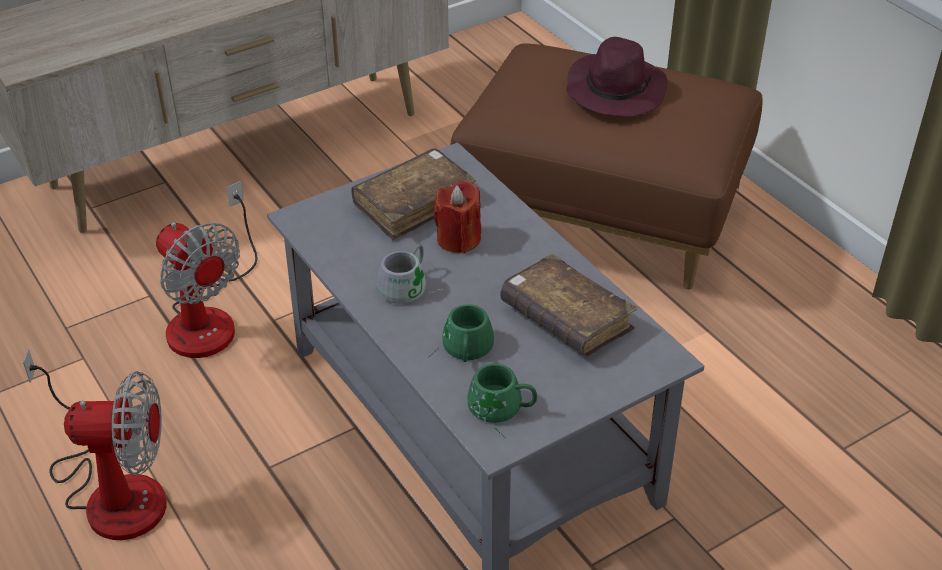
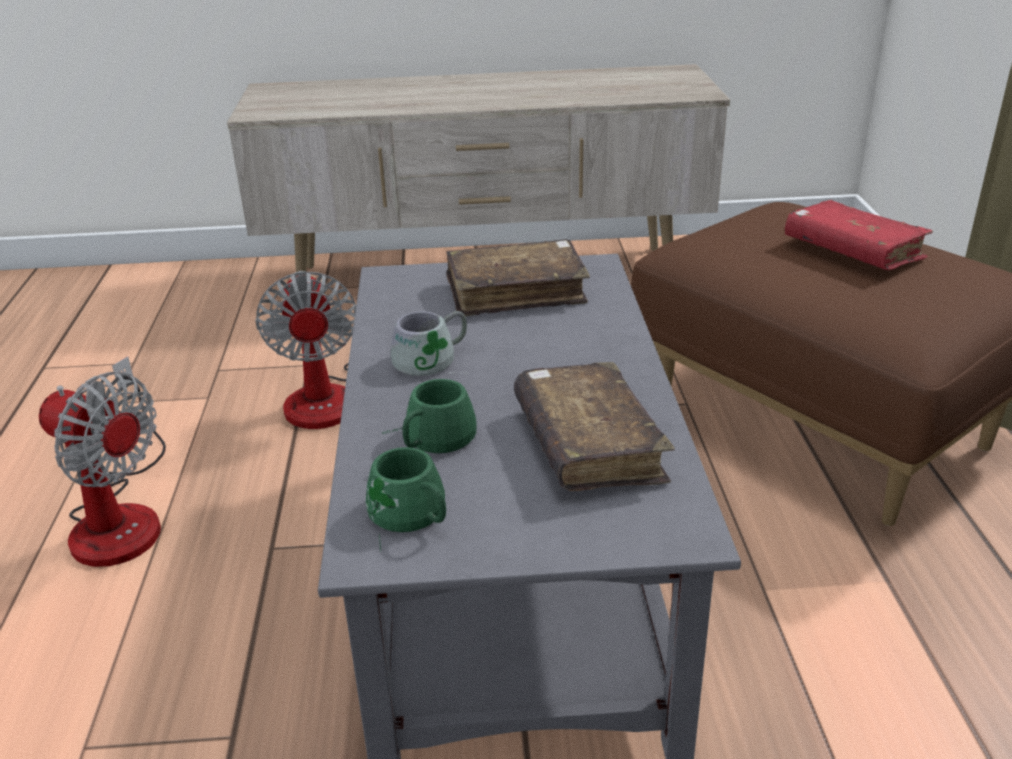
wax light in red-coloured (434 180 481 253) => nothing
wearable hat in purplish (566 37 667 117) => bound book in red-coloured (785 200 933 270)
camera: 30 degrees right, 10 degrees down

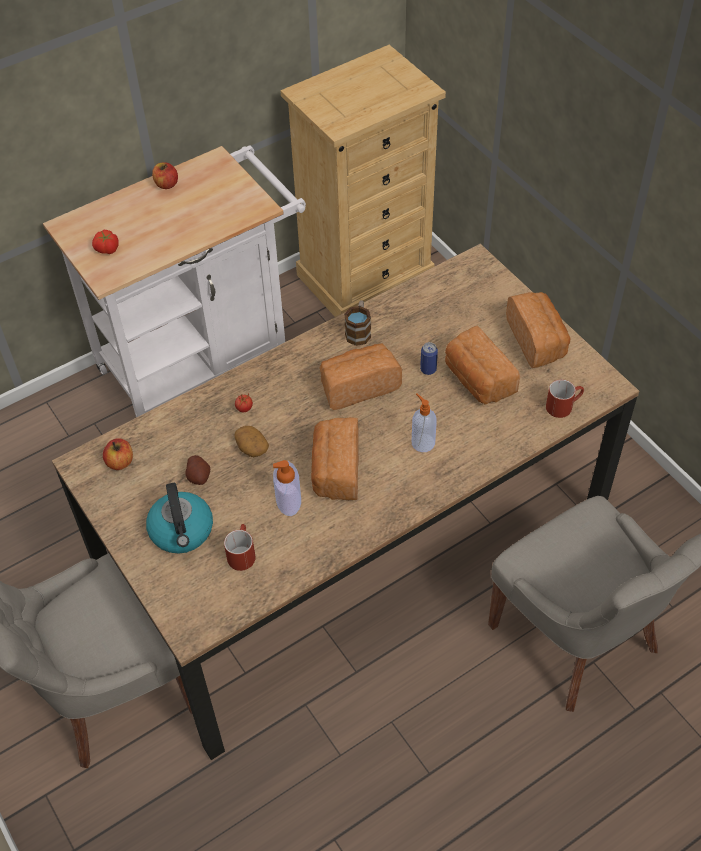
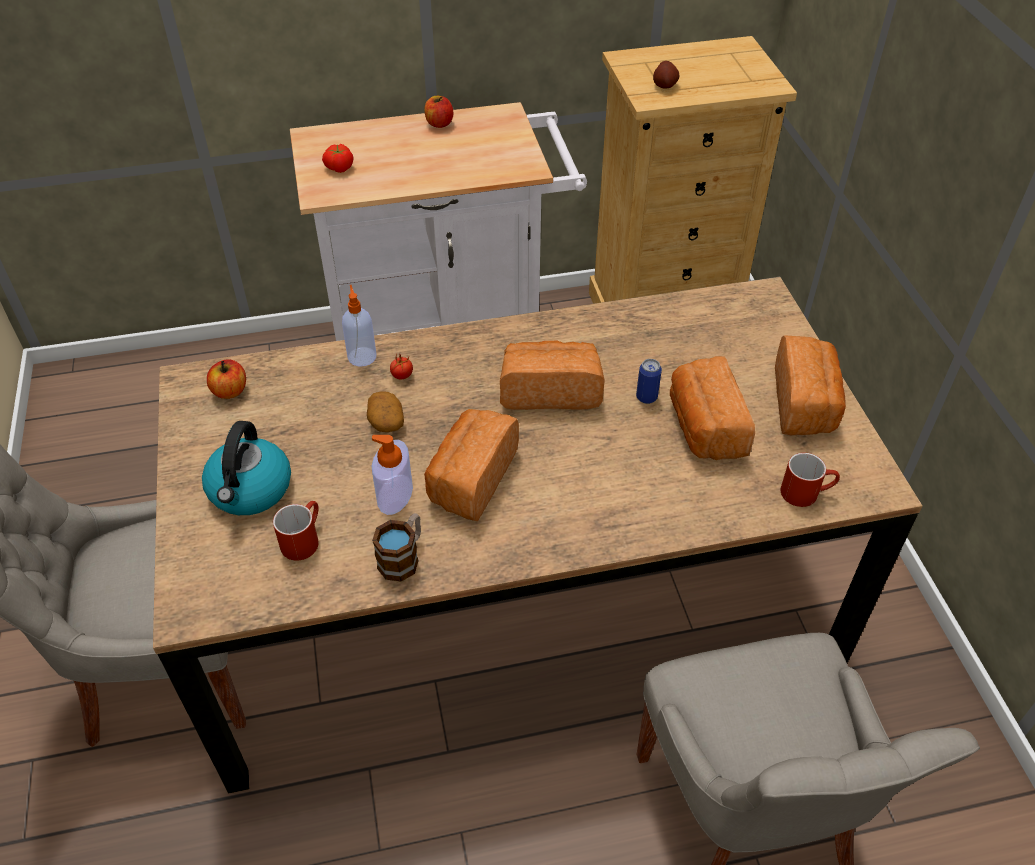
whole potato (186 455 210 485) => whole potato (653 61 680 89), moved
mug (344 300 371 346) => mug (372 513 421 581), moved
liquid soap bottle (412 393 437 452) => liquid soap bottle (342 285 377 366), moved
camera: 20 degrees right, 5 degrees down

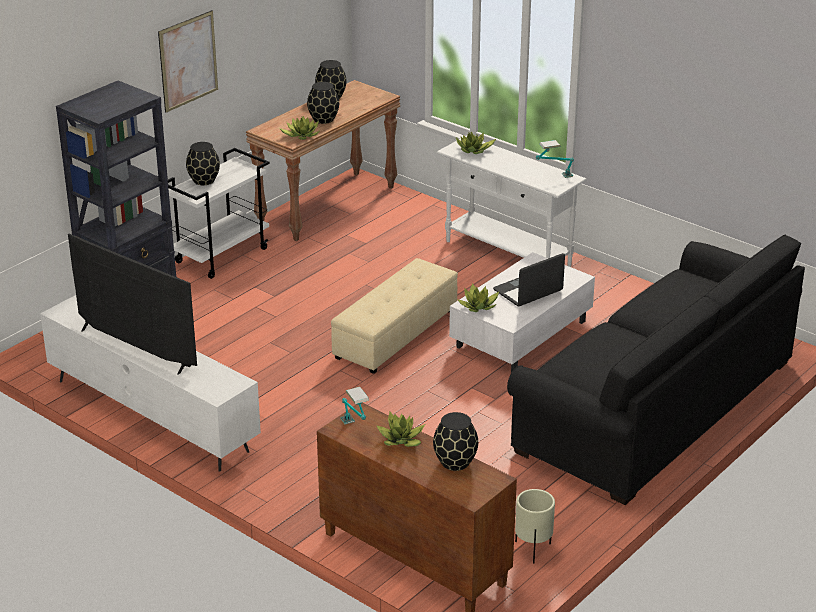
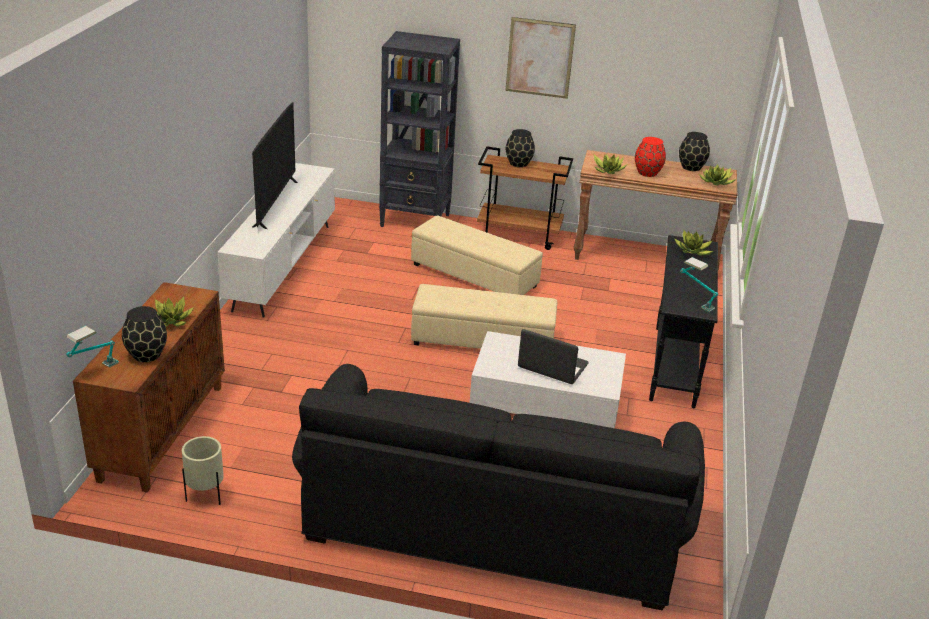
nothing => ottoman in sand-coloured (411 216 543 295)
lamp for a table (340 387 369 425) => lamp for a table (66 326 119 368), moved
houseplant (457 283 499 312) => houseplant (699 164 736 186), moved
trolley in white-coloured (168 148 270 279) => trolley in brownish (477 147 573 250)
flower vase in black-coloured (307 82 339 124) => flower vase in red-coloured (635 137 666 177)
narrow table in white-coloured (437 136 587 267) => narrow table in black-coloured (649 235 718 408)
camera: 60 degrees right, 0 degrees up

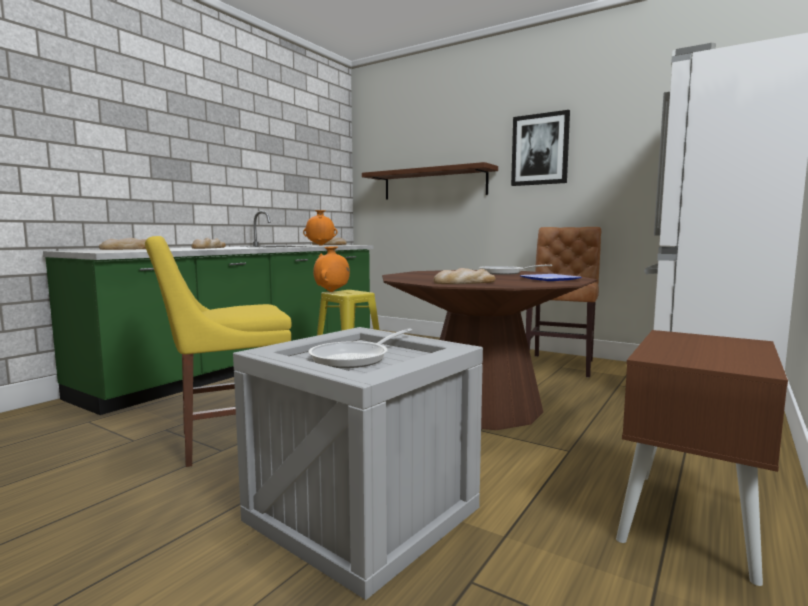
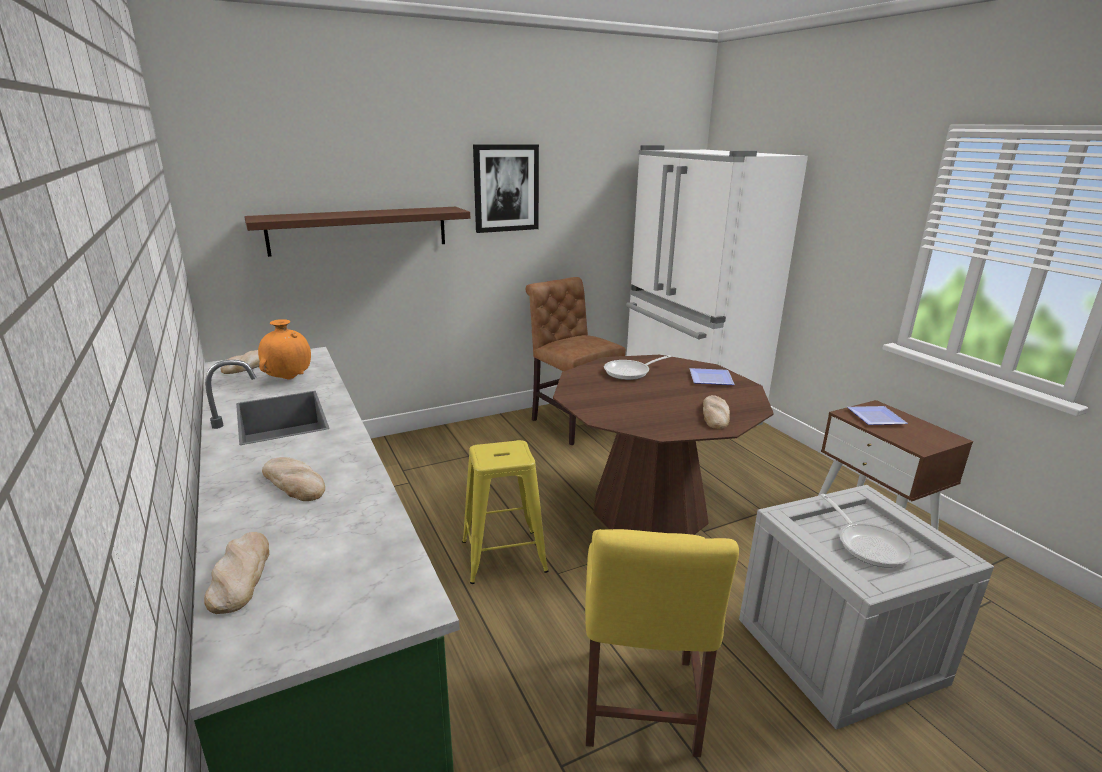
flower vase in orangey (313 246 350 292) => nothing
nothing => dinner plate (847 406 908 425)
camera: 60 degrees left, 15 degrees up

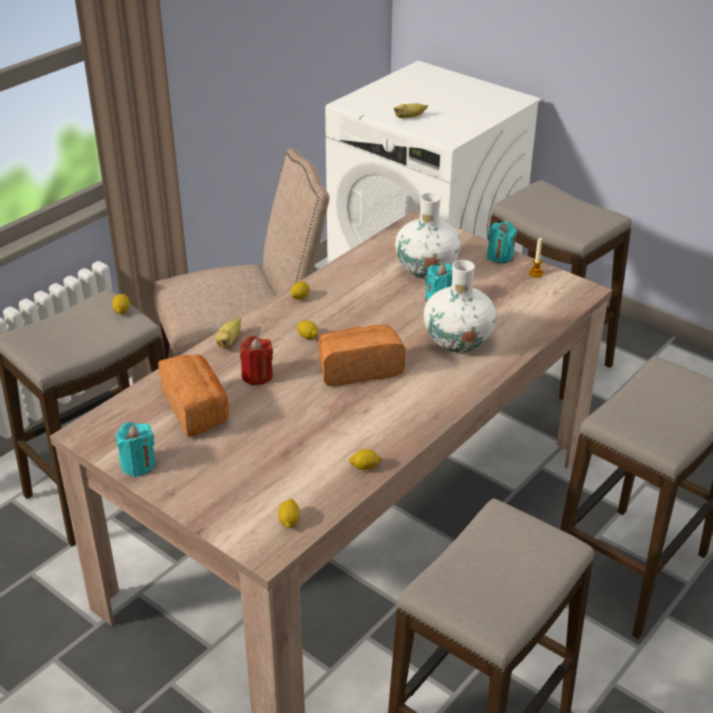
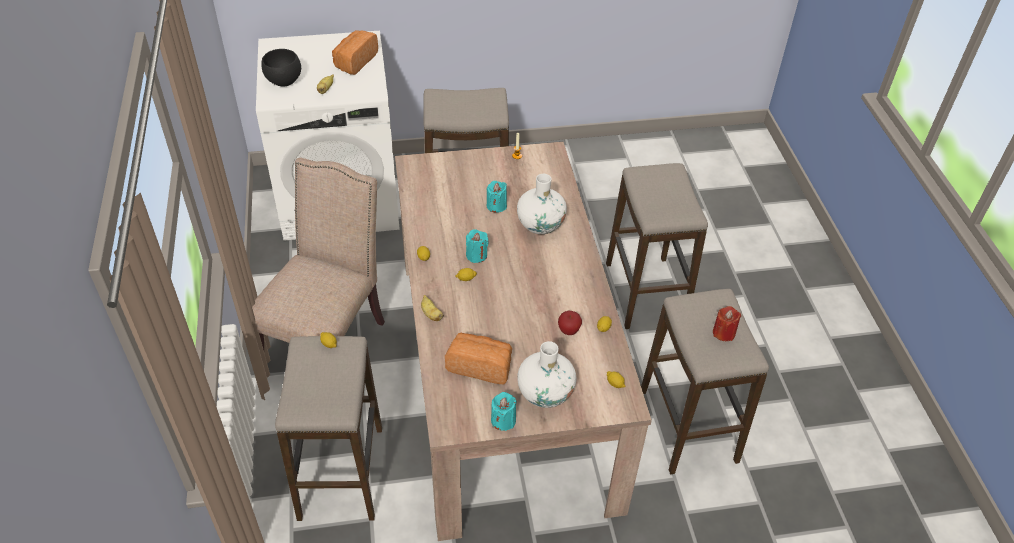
nothing => serving bowl in black-coloured (261 49 301 87)
nothing => apple (558 311 582 335)
wax light in red-coloured (240 336 273 385) => wax light in red-coloured (713 306 741 341), moved
bread (318 325 405 387) => bread (332 30 378 75), moved
flower vase in white-coloured (395 193 461 279) => flower vase in white-coloured (517 341 576 408), moved
wax light in blue-green (487 221 517 264) => wax light in blue-green (466 229 488 263), moved
camera: 50 degrees left, 10 degrees up

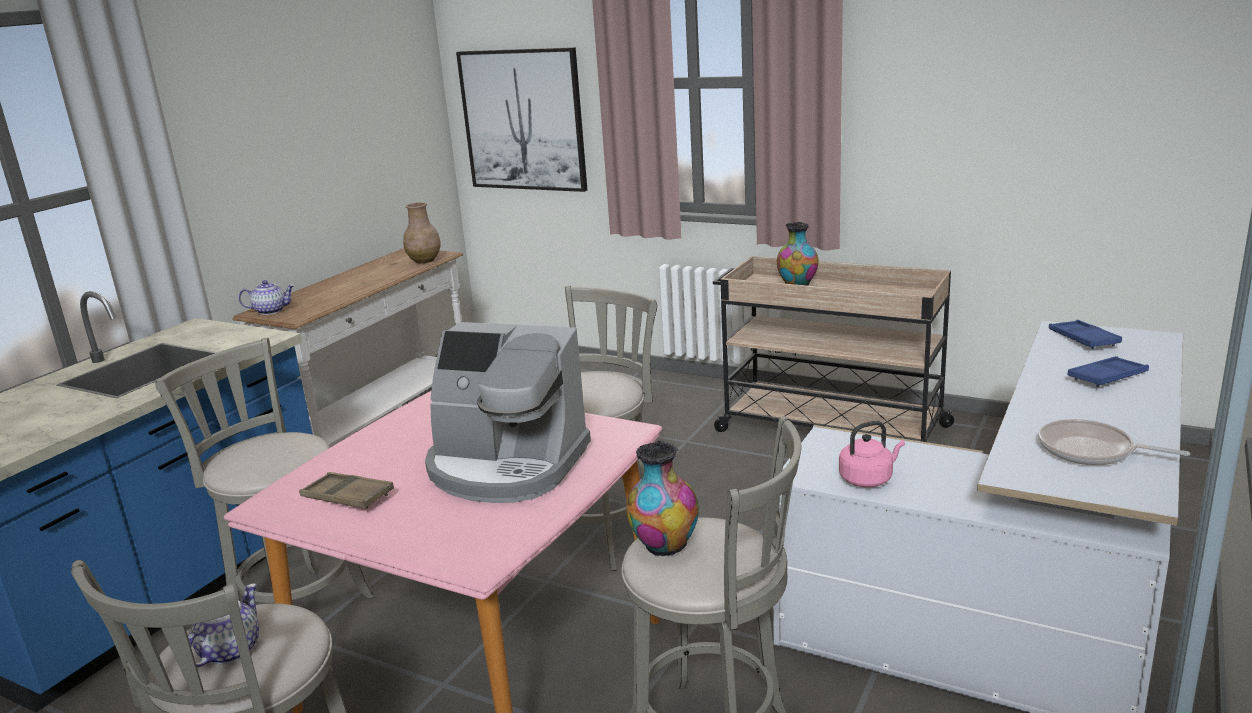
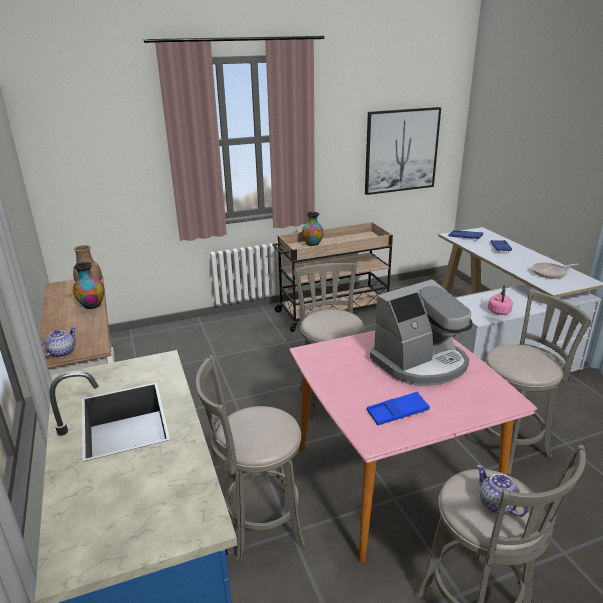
wall art (456 47 587 192) => wall art (365 107 441 195), moved
flower vase (626 441 699 556) => flower vase (73 262 104 309), moved
serving tray in brownish (299 472 394 509) => serving tray in blue (367 392 430 425)
camera: 50 degrees left, 5 degrees up

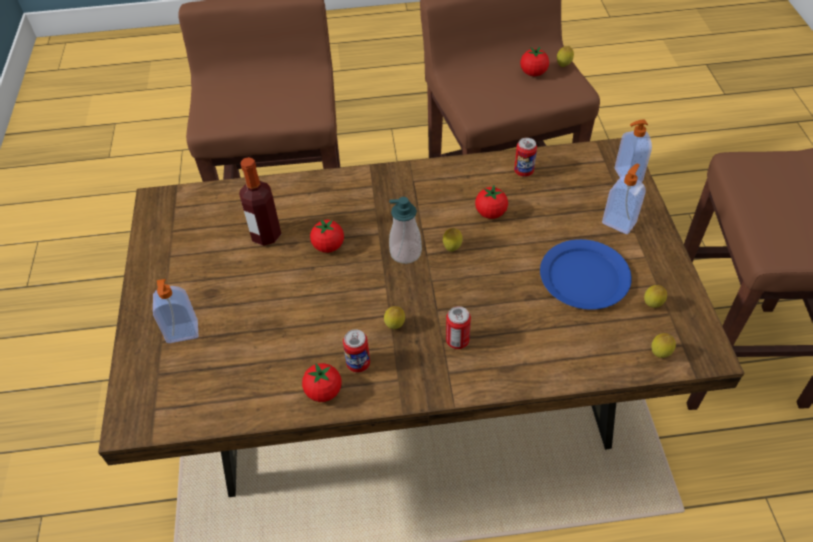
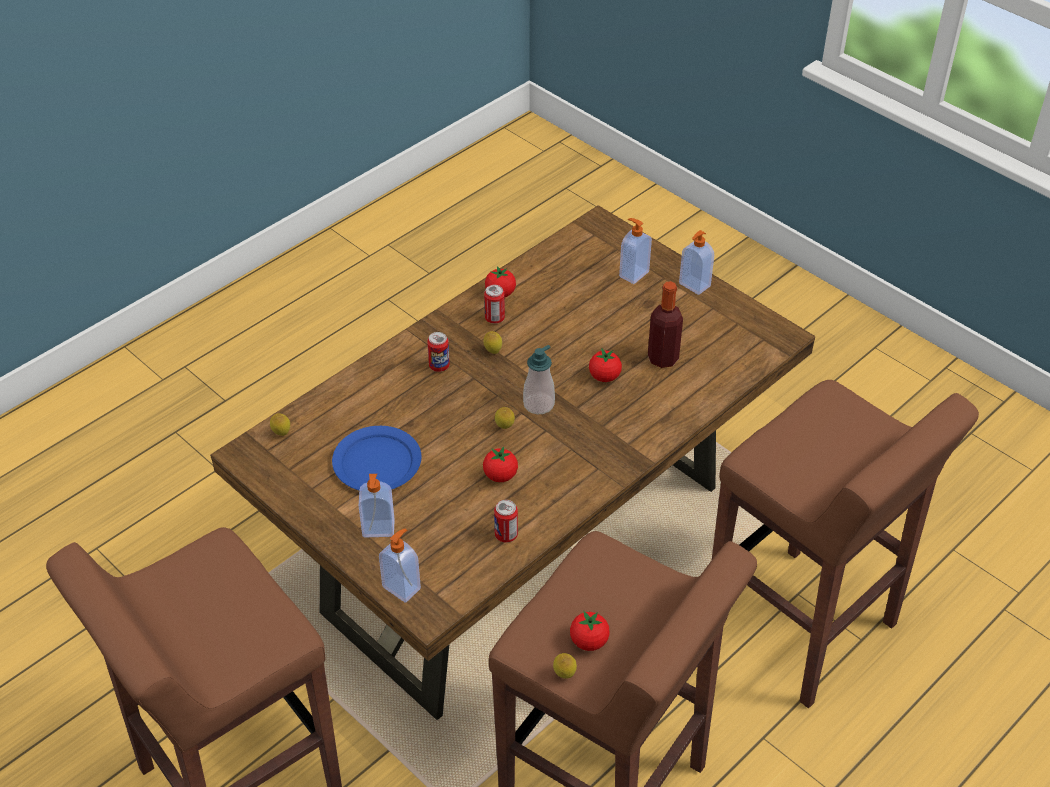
whole lemon (644 285 667 308) => nothing
nothing => liquid soap bottle (679 230 714 295)
camera: 140 degrees right, 5 degrees down

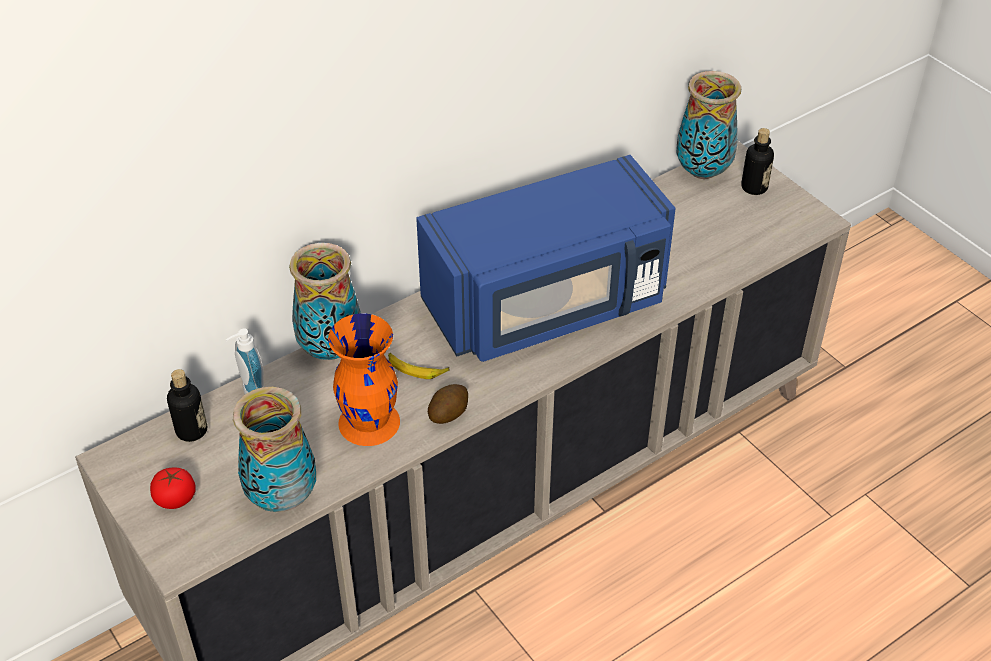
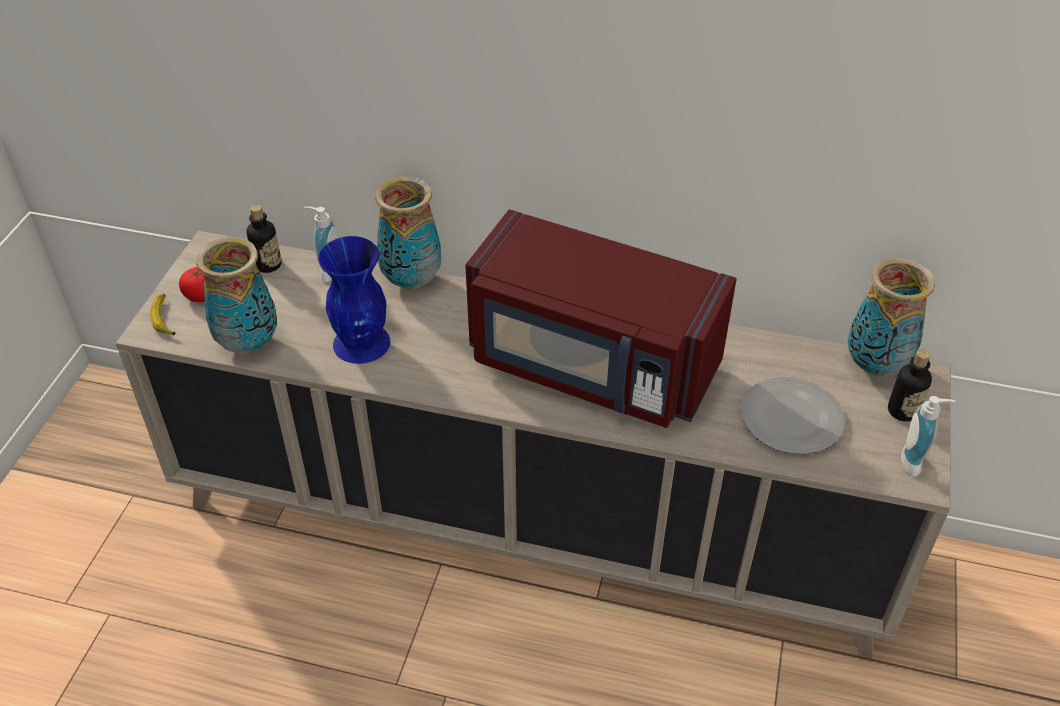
whole potato (428 384 468 424) => nothing
nothing => dinner plate (741 377 845 454)
nothing => liquid soap bottle (901 396 956 477)
banana (388 353 450 379) => banana (150 294 176 335), moved
flower vase in orangey (328 313 400 446) => flower vase in blue (318 236 390 364)
kitchen microwave in blue (416 155 676 362) => kitchen microwave in red-coloured (465 209 737 428)
camera: 50 degrees right, 0 degrees up

